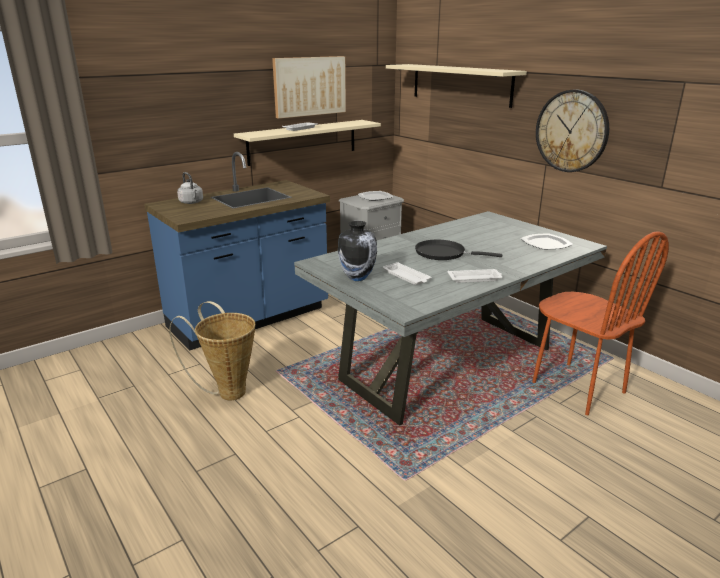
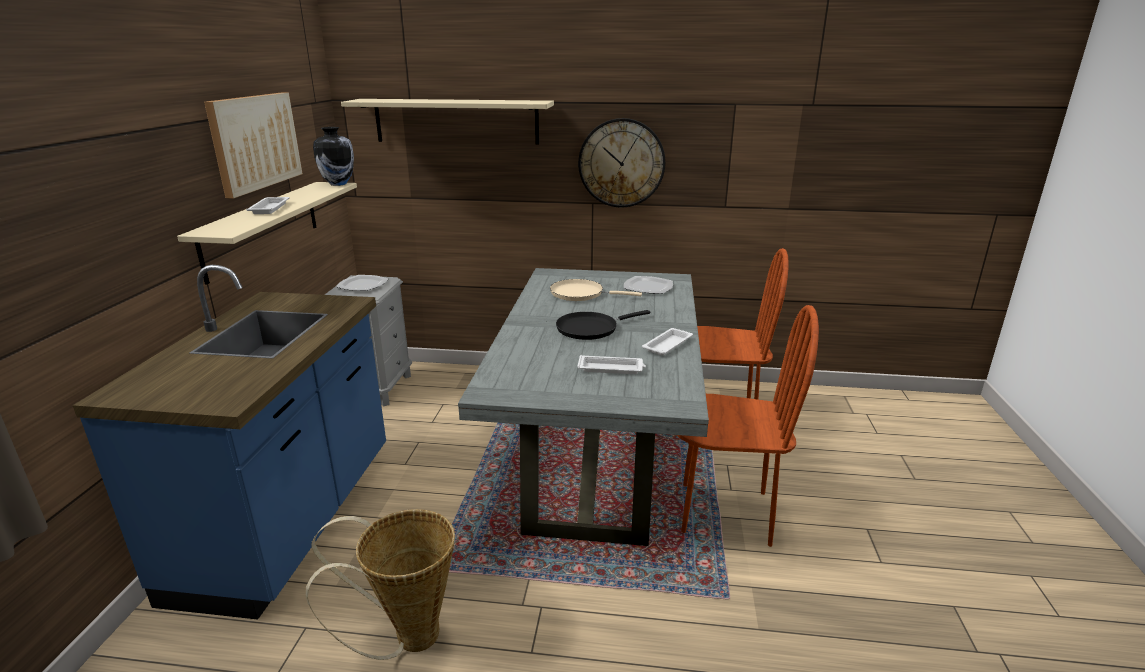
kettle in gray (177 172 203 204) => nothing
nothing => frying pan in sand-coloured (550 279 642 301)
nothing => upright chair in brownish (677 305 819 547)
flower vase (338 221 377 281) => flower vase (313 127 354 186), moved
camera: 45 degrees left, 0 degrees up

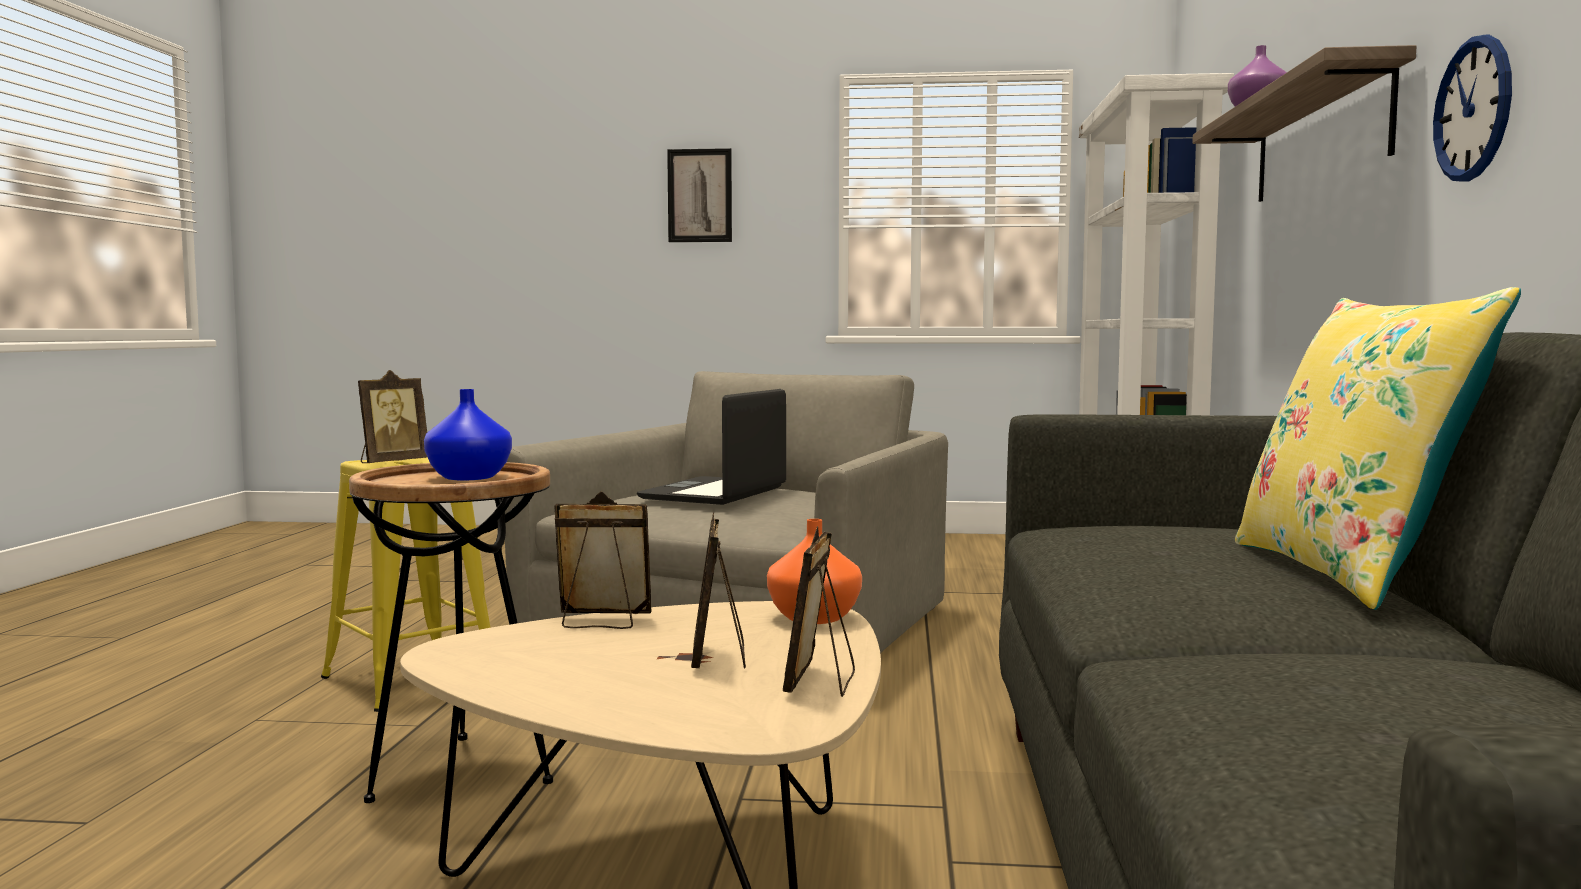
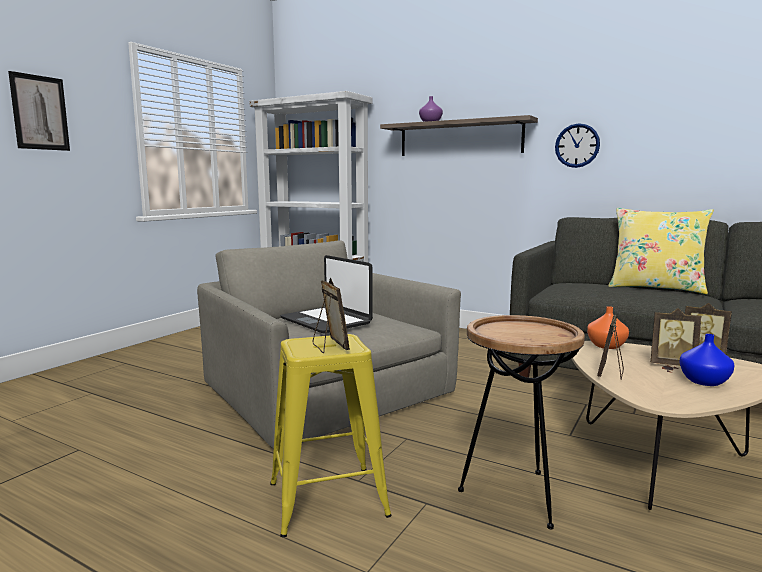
flower vase in blue (424 389 512 480) => flower vase in blue (679 334 735 386), moved
camera: 65 degrees left, 5 degrees up

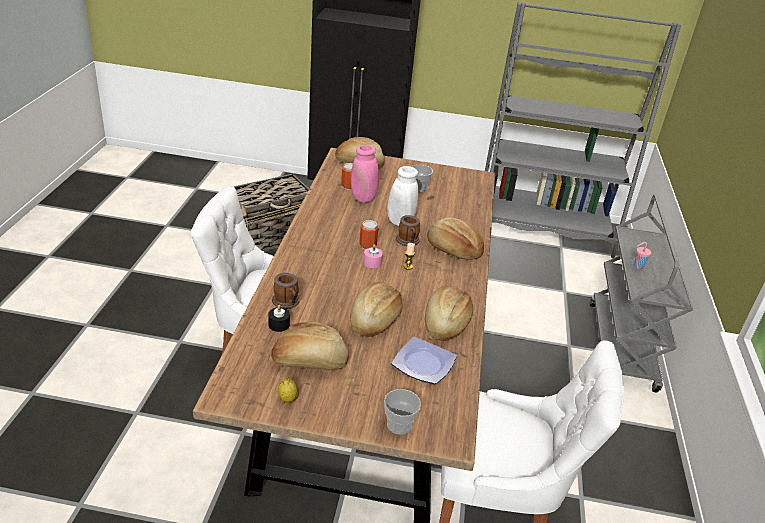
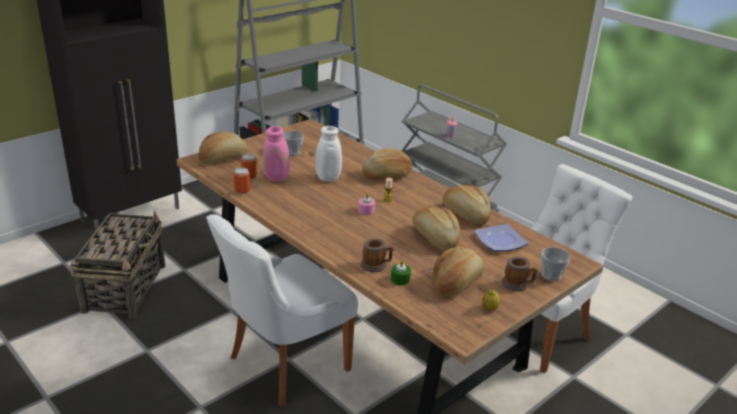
sealed can (359 220 378 250) => sealed can (233 167 250 195), moved
mug (396 215 420 246) => mug (502 257 538 291), moved
wax light in black-coloured (268 305 290 332) => wax light in green-coloured (391 260 411 285)
camera: 50 degrees left, 5 degrees down

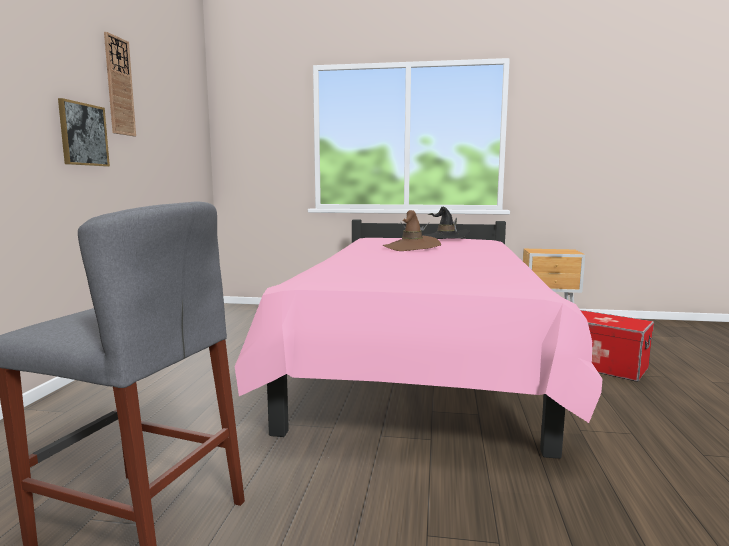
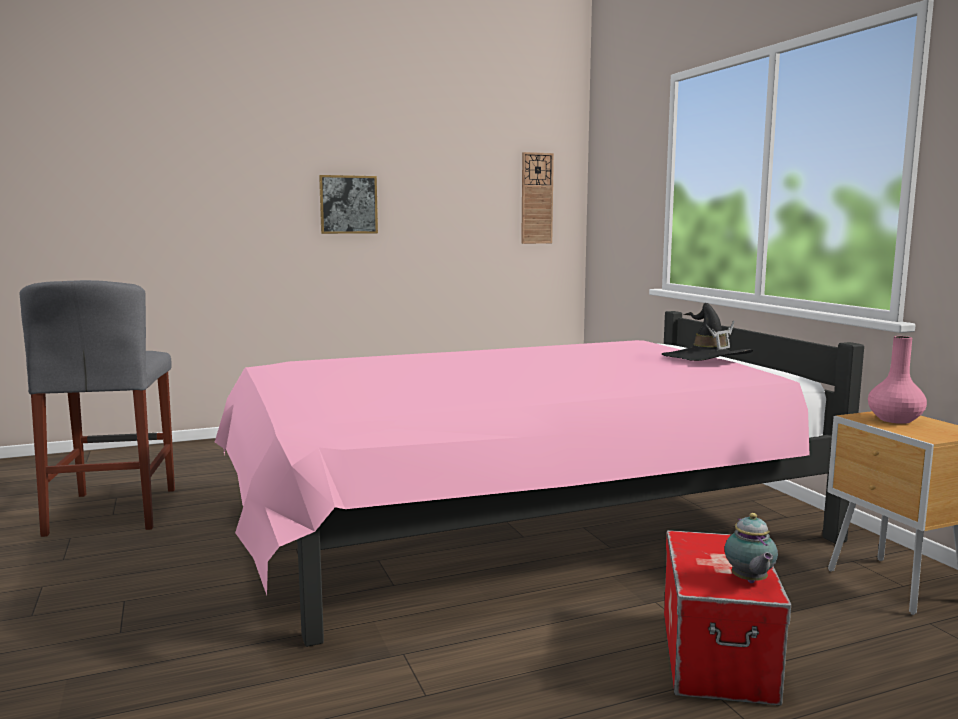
wearable hat in brownish (383 210 441 251) => nothing
nothing => teapot (724 513 778 583)
nothing => flower vase in pinkish (868 336 927 424)
hanging clock (104 32 136 136) => hanging clock (521 152 554 244), moved
camera: 60 degrees right, 0 degrees up

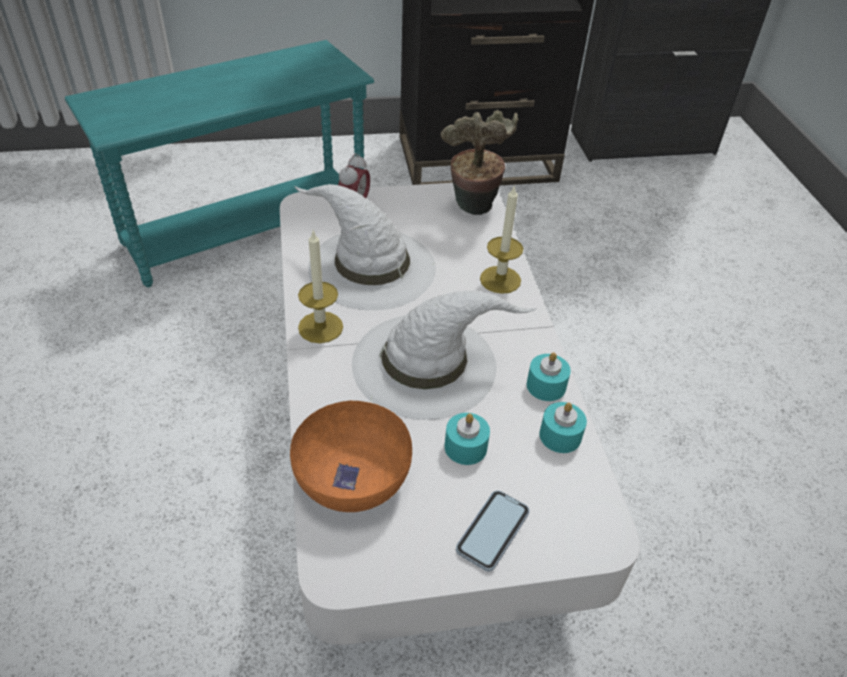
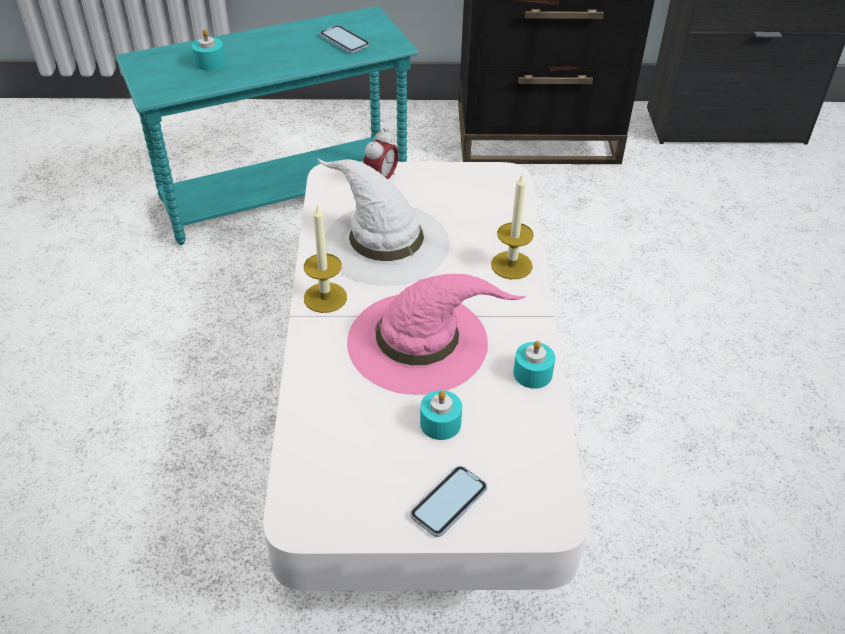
serving bowl in orangey (290 401 412 512) => nothing
houseplant (440 110 518 215) => nothing
nothing => phone (320 25 370 53)
wax light in blue-green (539 402 587 453) => wax light in blue-green (192 29 225 71), moved
wearable hat in white-coloured (352 290 537 420) => wearable hat in pinkish (347 274 527 395)
camera: 10 degrees right, 0 degrees up

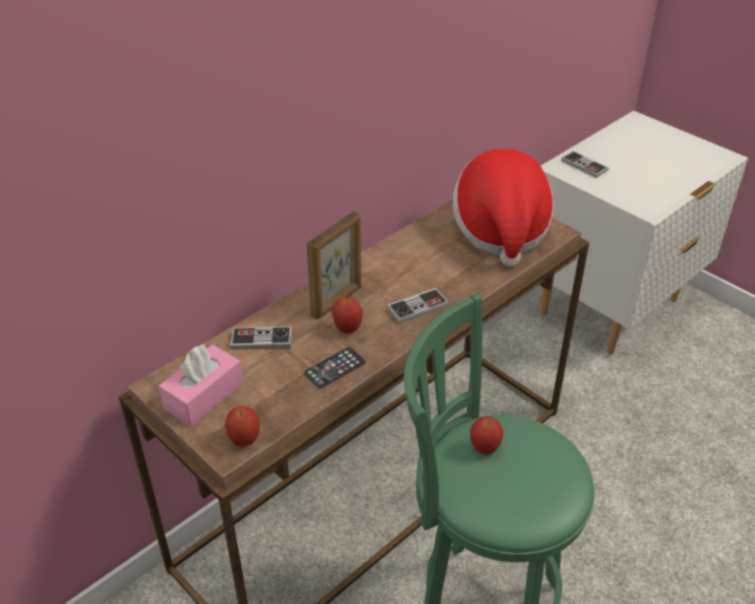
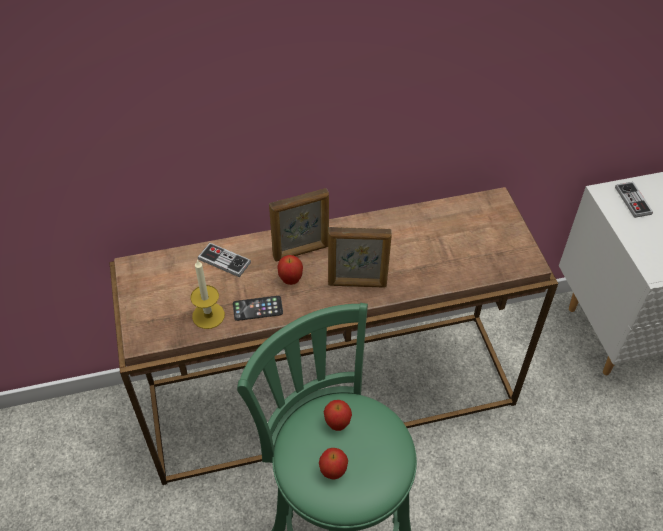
tissue holder in pinkish (158 344 243 426) => nothing
wearable hat (453 149 554 267) => nothing
nothing => wax light (190 259 225 329)
apple (225 406 260 447) => apple (319 448 348 480), moved
gamepad (387 288 449 324) => picture frame (328 227 392 288)
camera: 30 degrees right, 10 degrees up

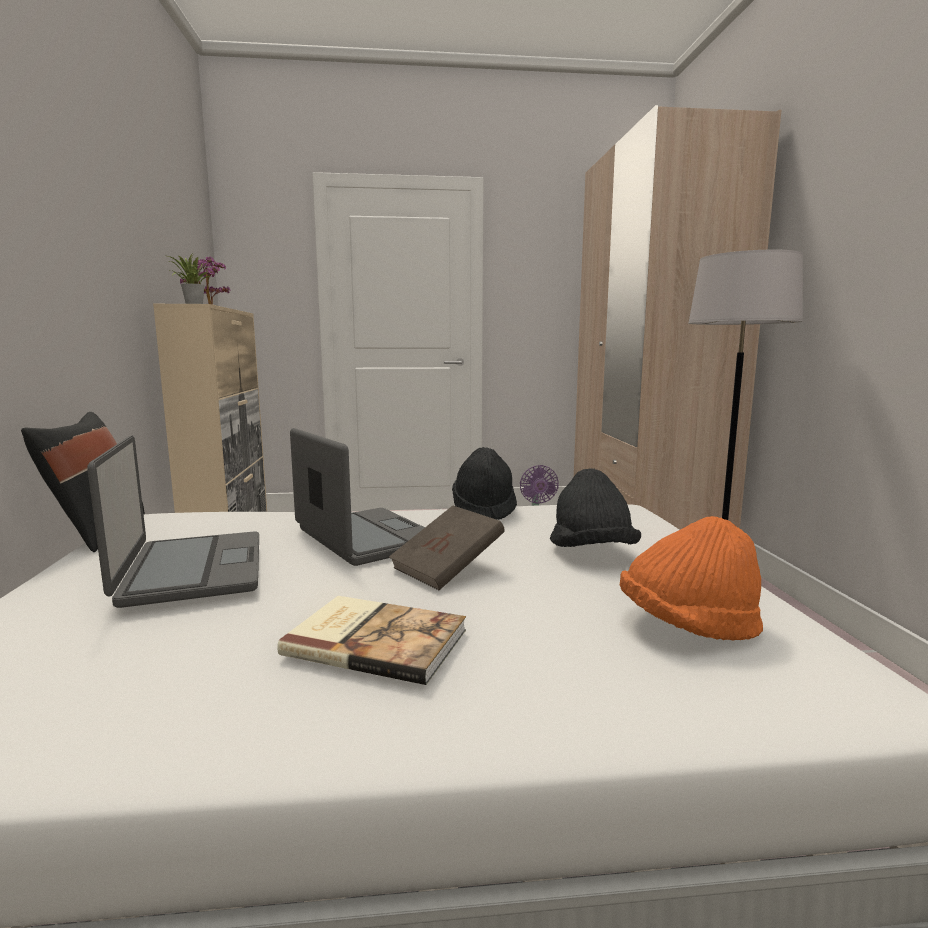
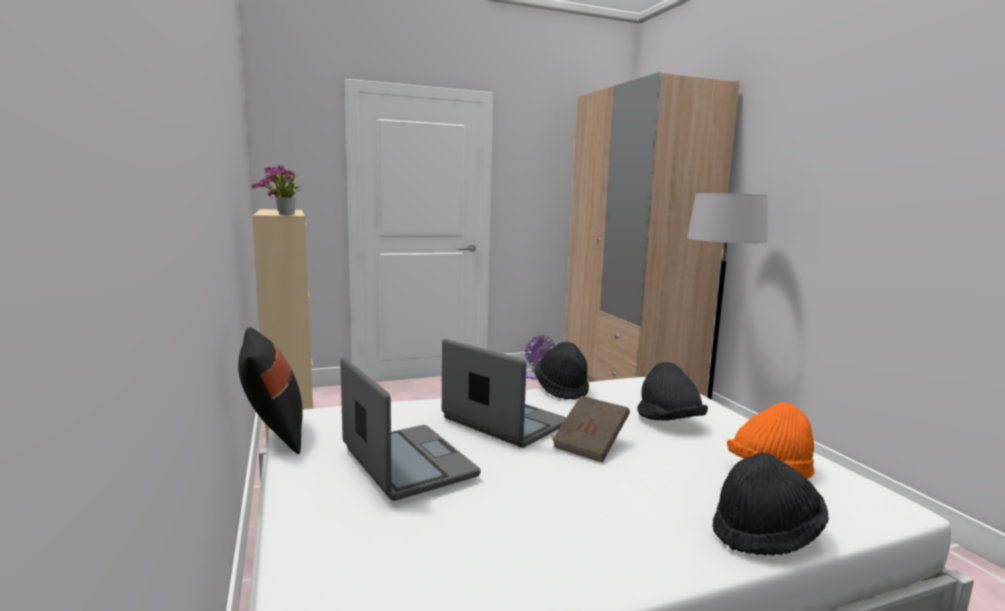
bound book (277 596 466 685) => nothing
nothing => wearable hat in black-coloured (712 452 829 556)
camera: 15 degrees left, 0 degrees up

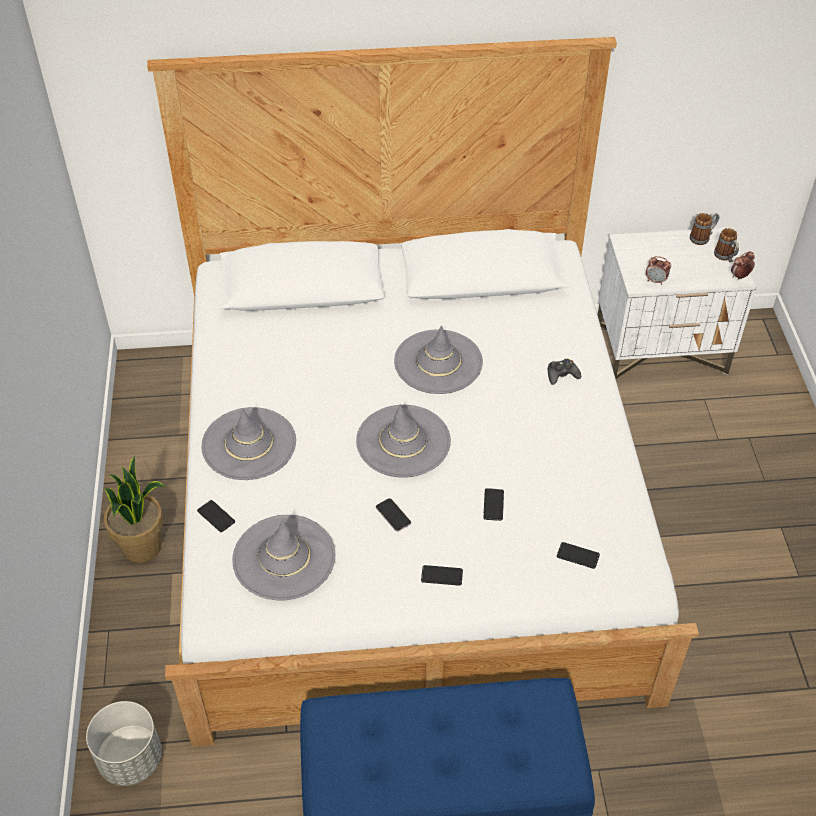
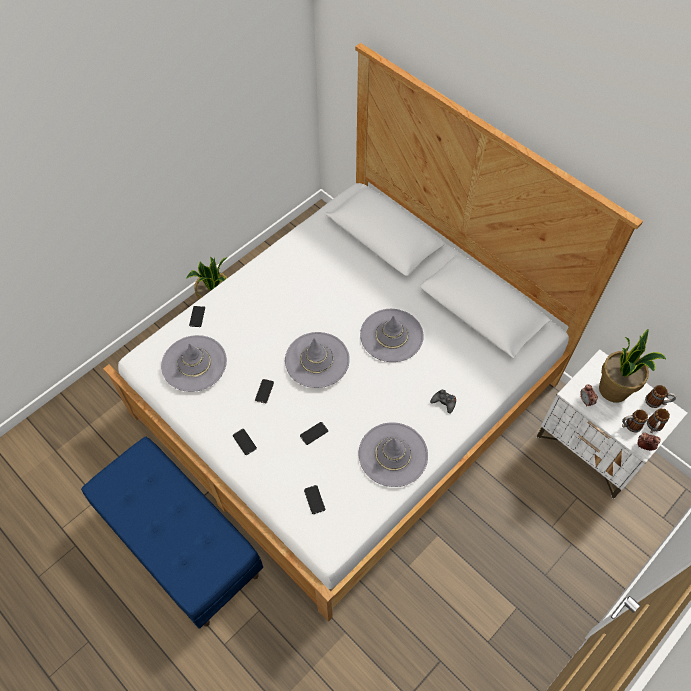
flower pot in gray (86 701 162 786) => nothing
nothing => houseplant (599 328 666 403)
nothing => mug (622 409 648 433)
wearable hat in gray (202 407 296 480) => wearable hat in gray (359 422 428 487), moved
camera: 50 degrees right, 10 degrees up

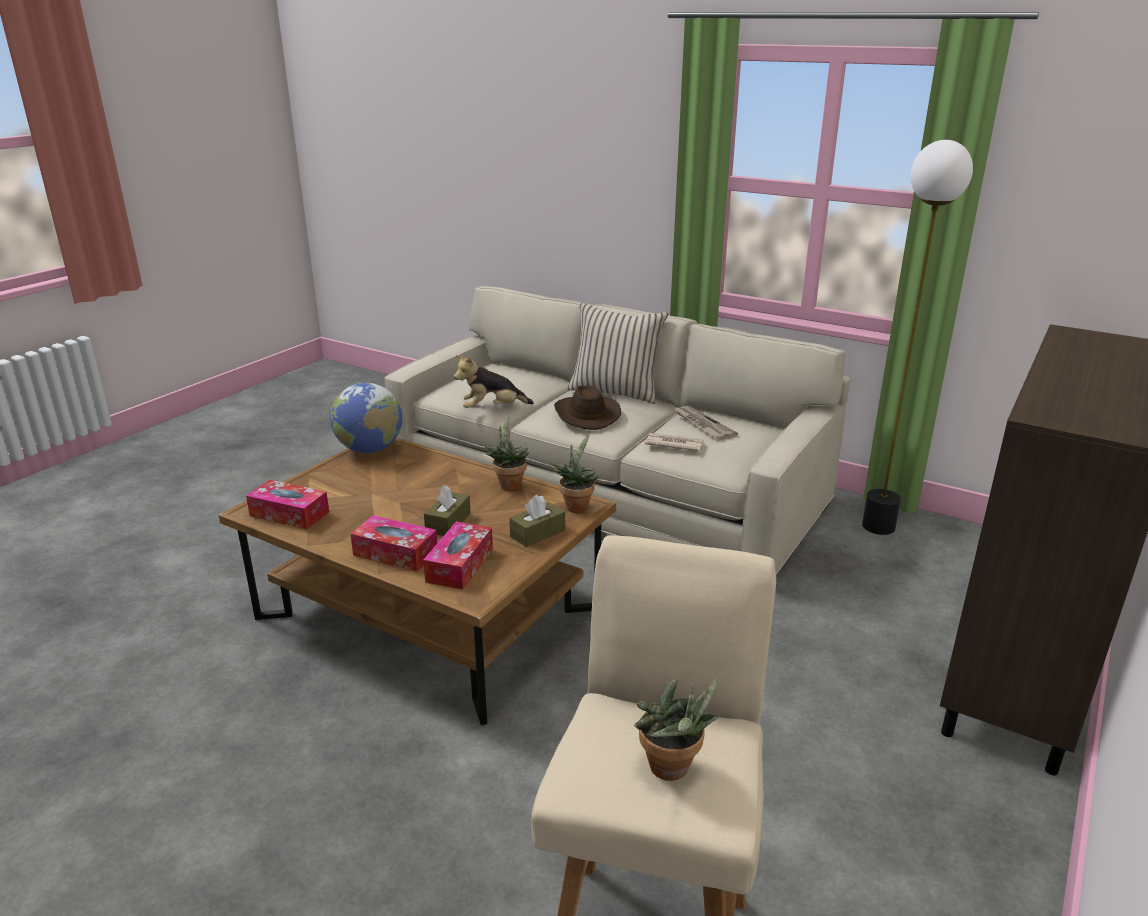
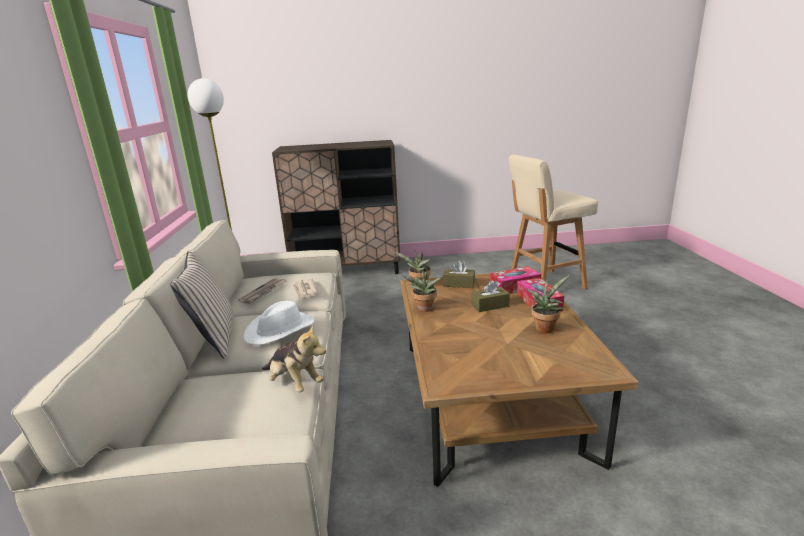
tissue holder (246 480 329 529) => nothing
globe (330 383 402 453) => nothing
houseplant (634 678 721 781) => houseplant (526 275 569 333), moved
wearable hat in brownish (554 385 621 430) => wearable hat in white-coloured (243 301 314 345)
camera: 125 degrees left, 5 degrees down

